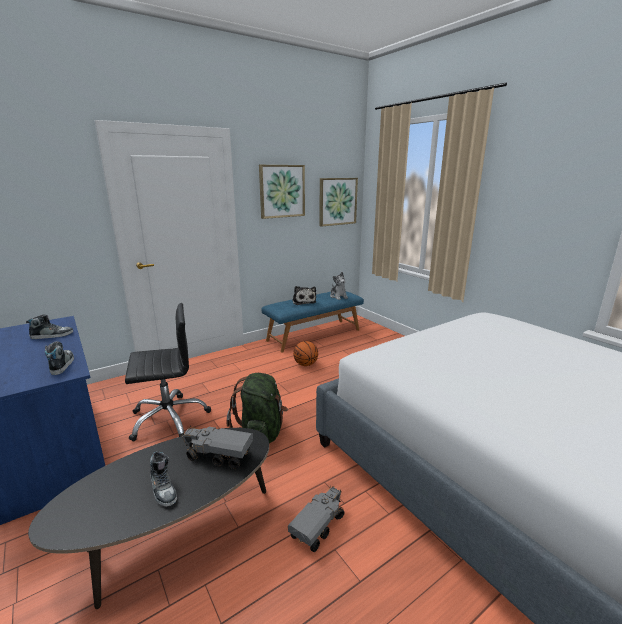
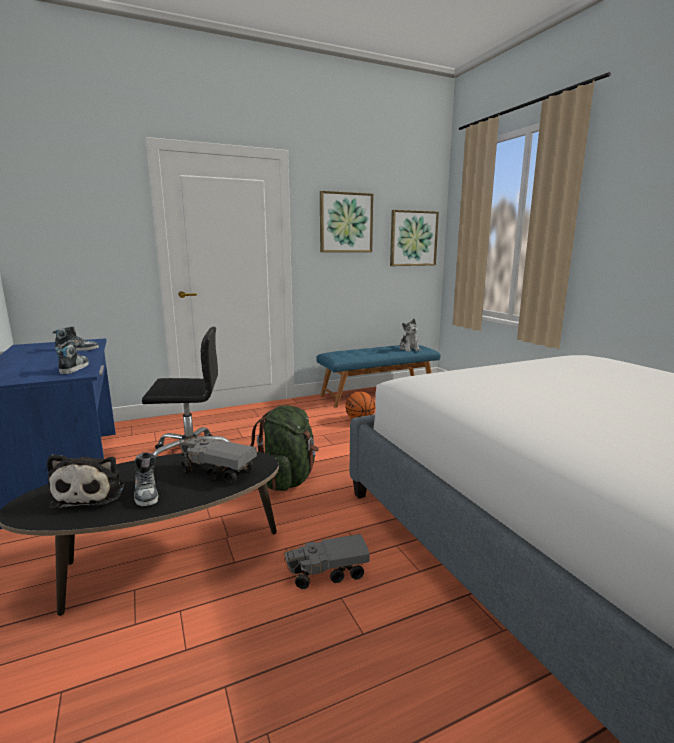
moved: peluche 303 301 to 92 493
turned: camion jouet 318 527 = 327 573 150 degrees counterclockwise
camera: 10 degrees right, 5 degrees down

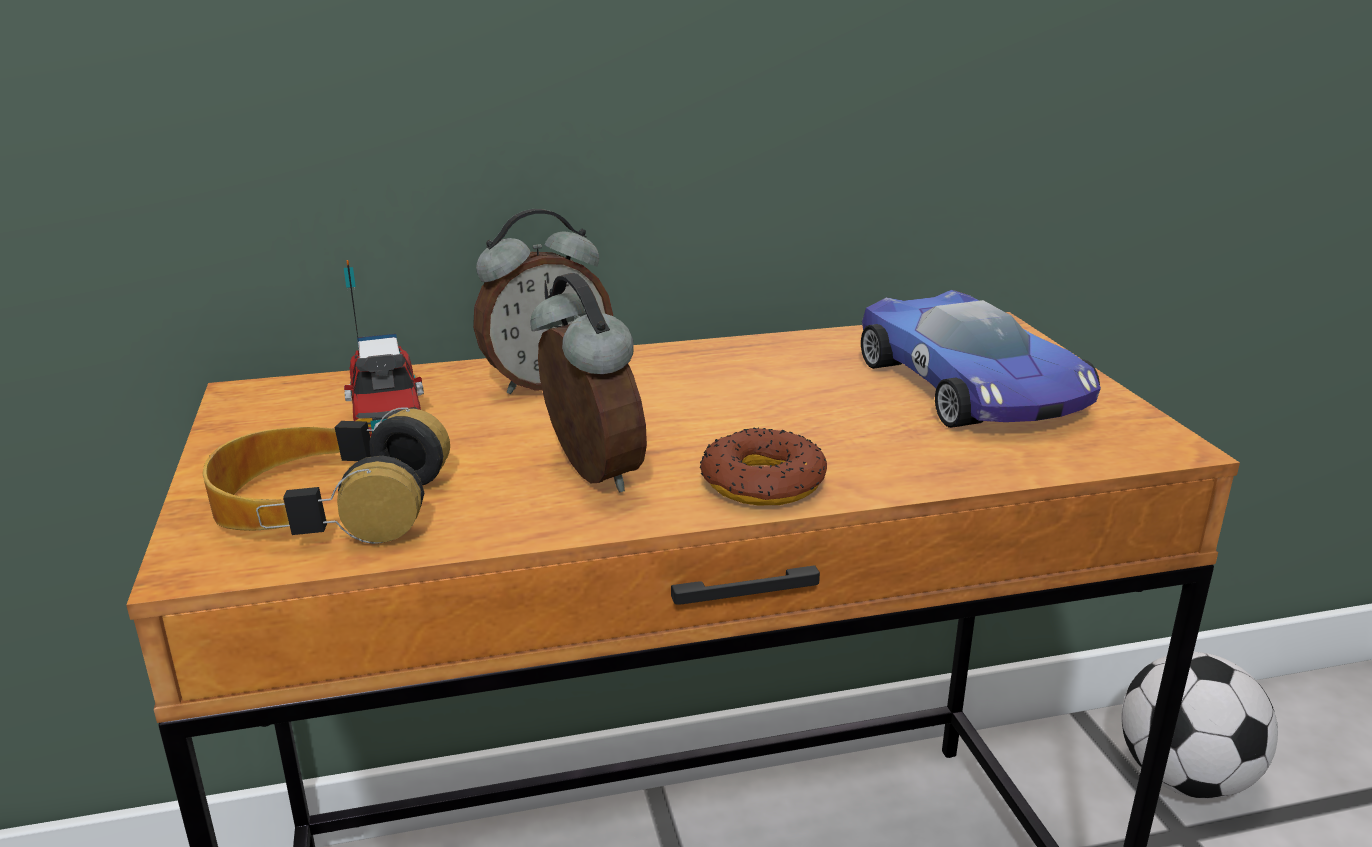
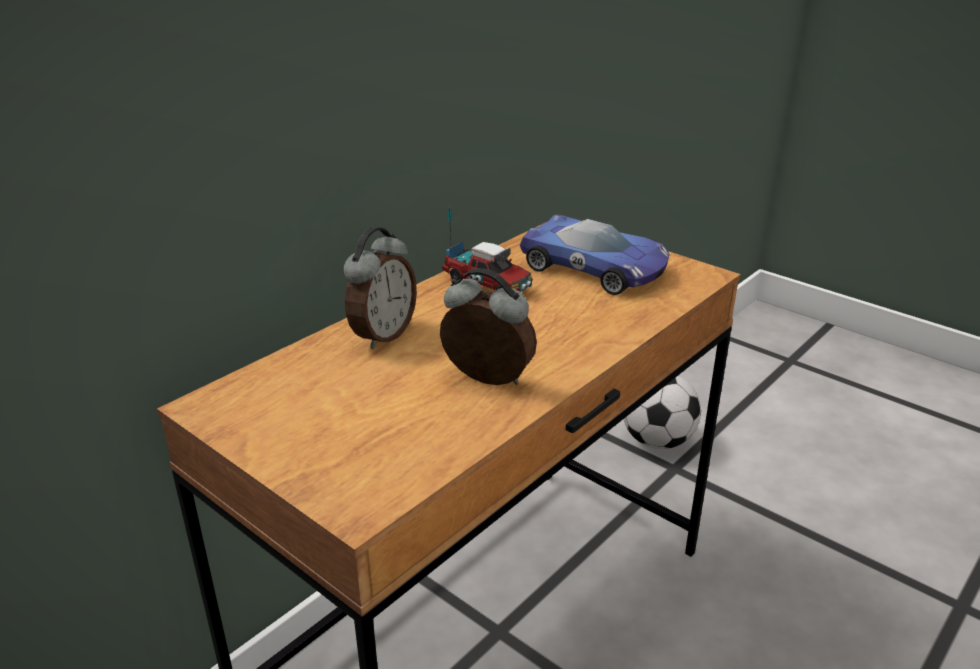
removed: casque audio 329 505; beignet 762 482
moved: camion jouet 387 413 to 488 284
camera: 35 degrees left, 5 degrees up

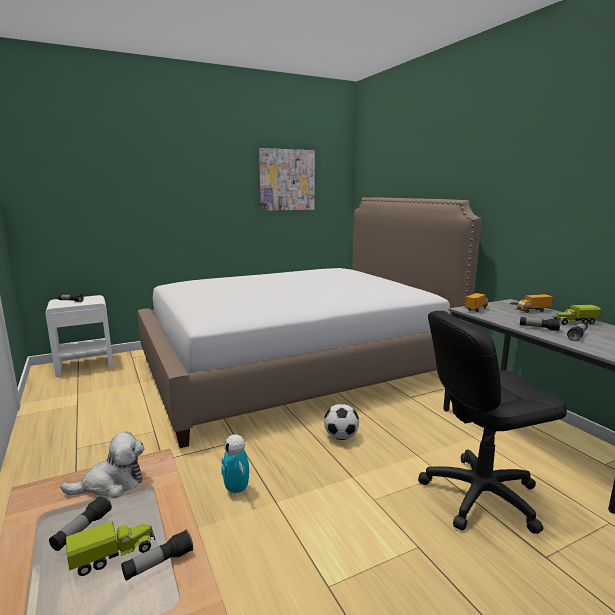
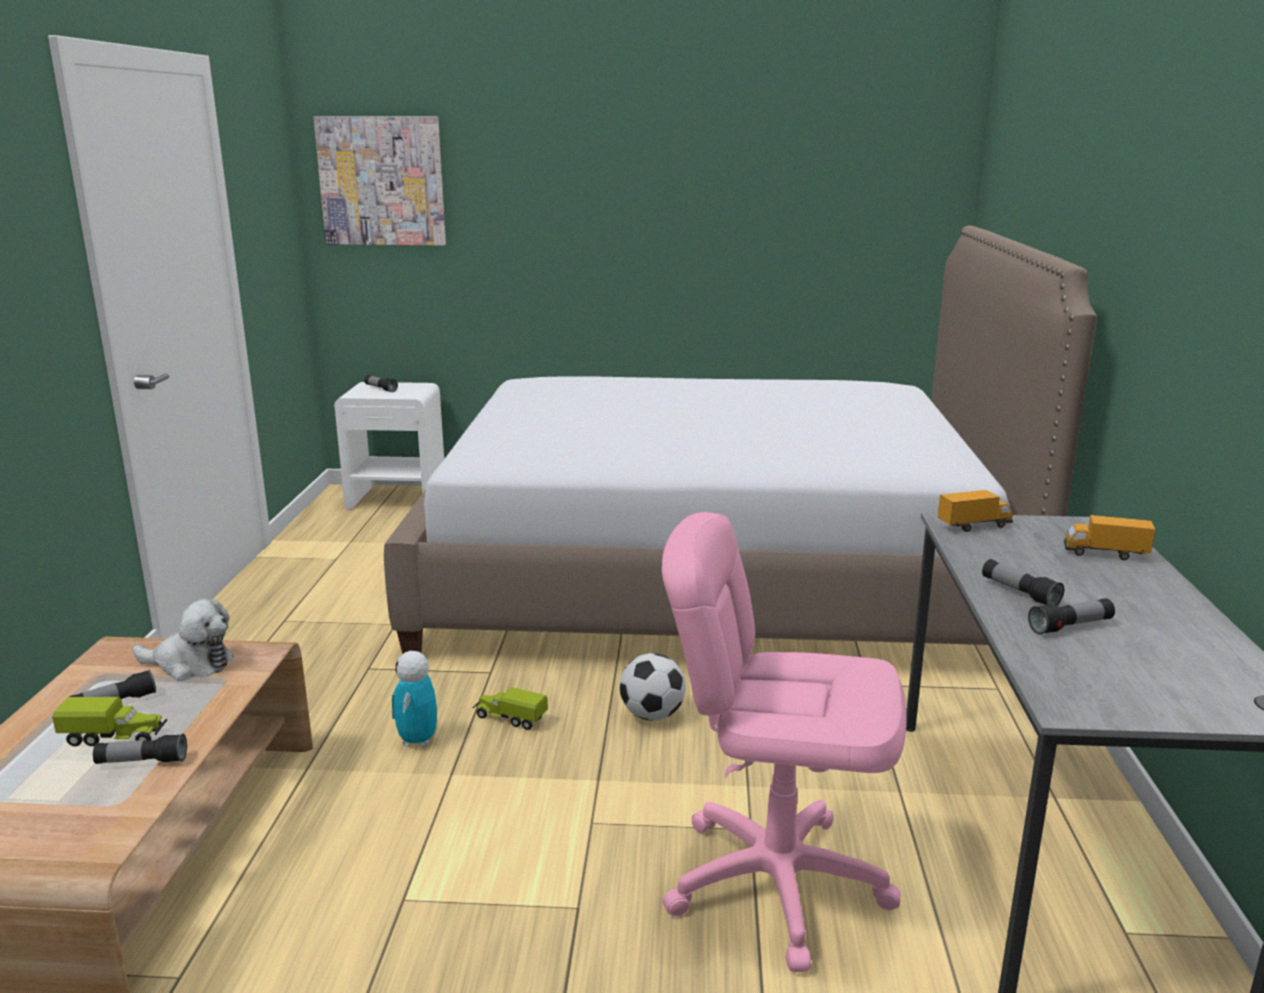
moved: tableau 287 180 to 382 181; camion jouet 574 322 to 510 718
recoloured: chaise de bureau/noir 480 495 to chaise de bureau/rose 776 882
camera: 30 degrees right, 5 degrees up

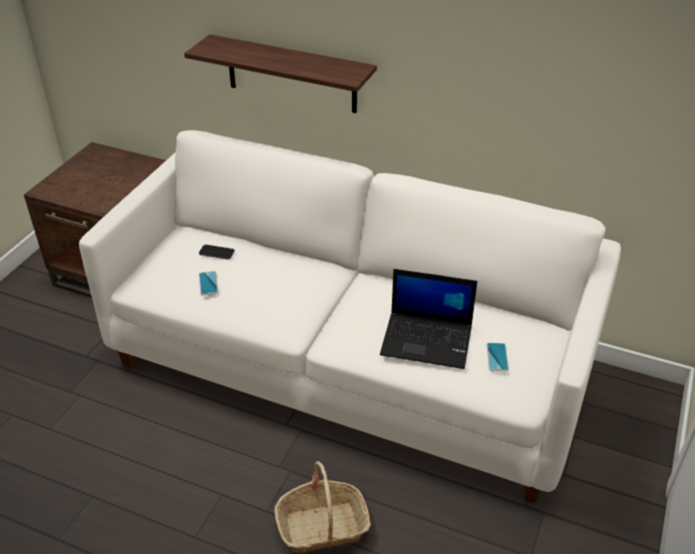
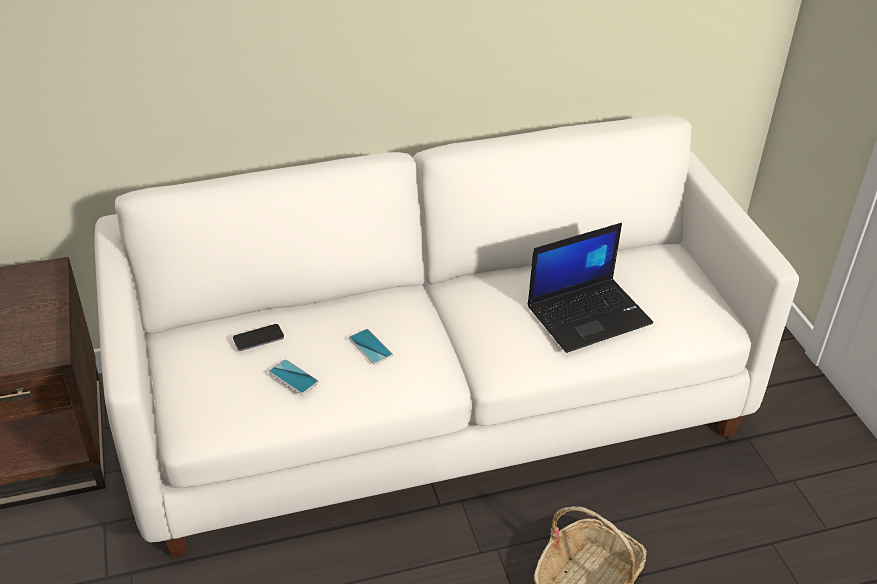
removed: étagère 291 74
moved: téléphone 497 357 to 370 347
camera: 40 degrees left, 0 degrees up

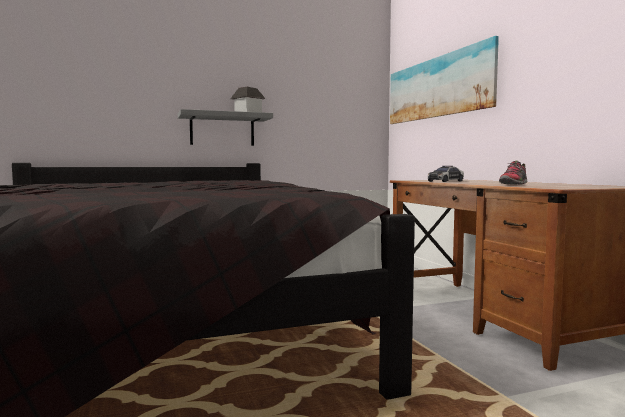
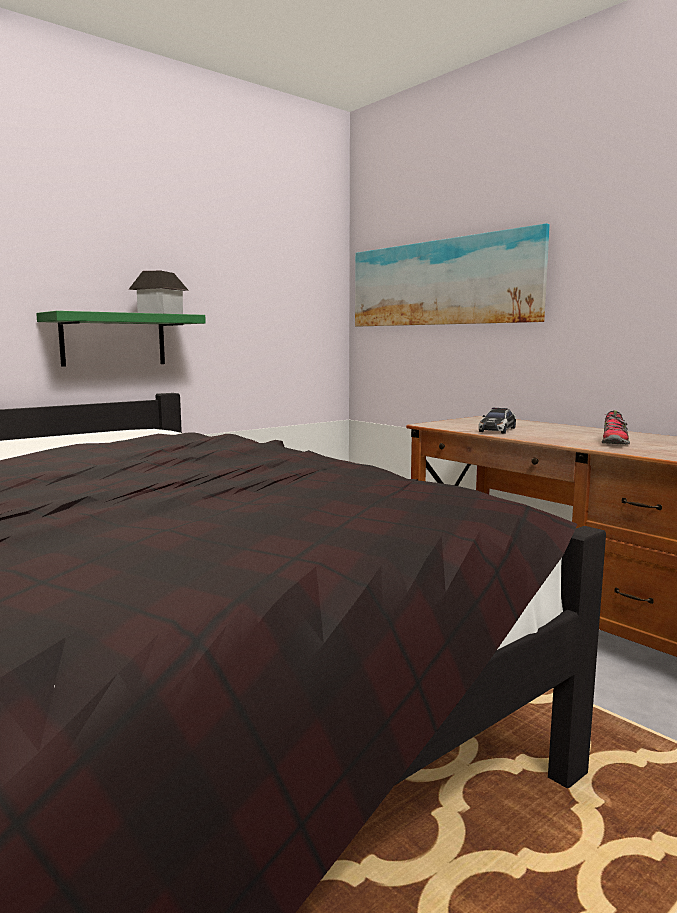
recoloured: étagère/gris 222 130 to étagère/vert 113 340
camera: 20 degrees left, 5 degrees up

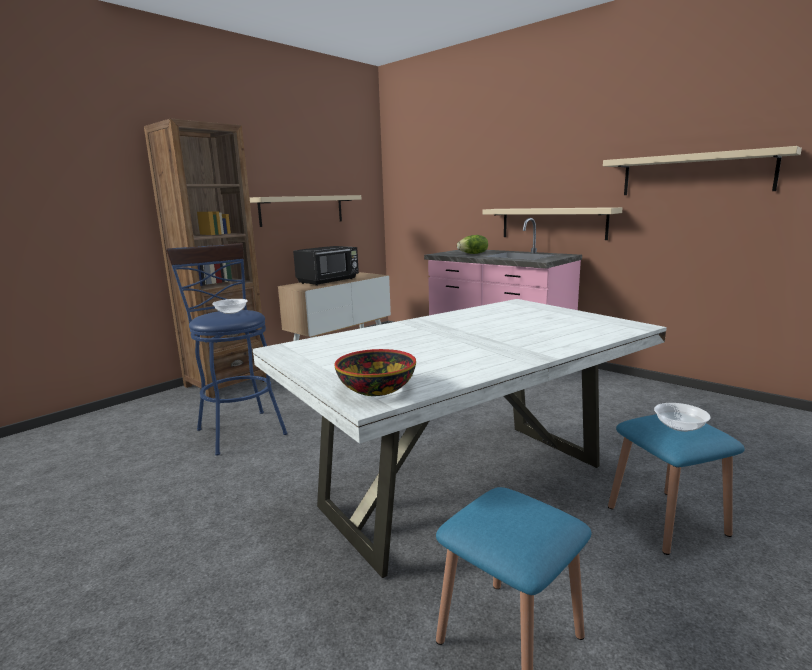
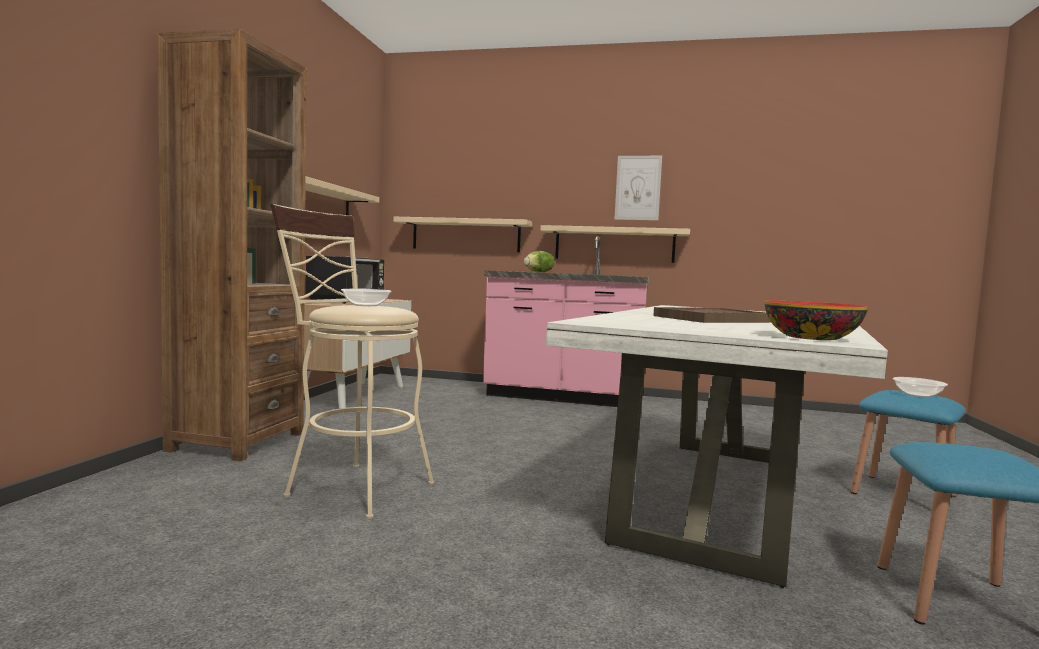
added: tableau 638 188; plateau/marron 712 319
moved: étagère/beige 695 174 to 466 235
recoloured: tabouret/bleu 238 429 to tabouret/beige 351 487
camera: 30 degrees left, 10 degrees down

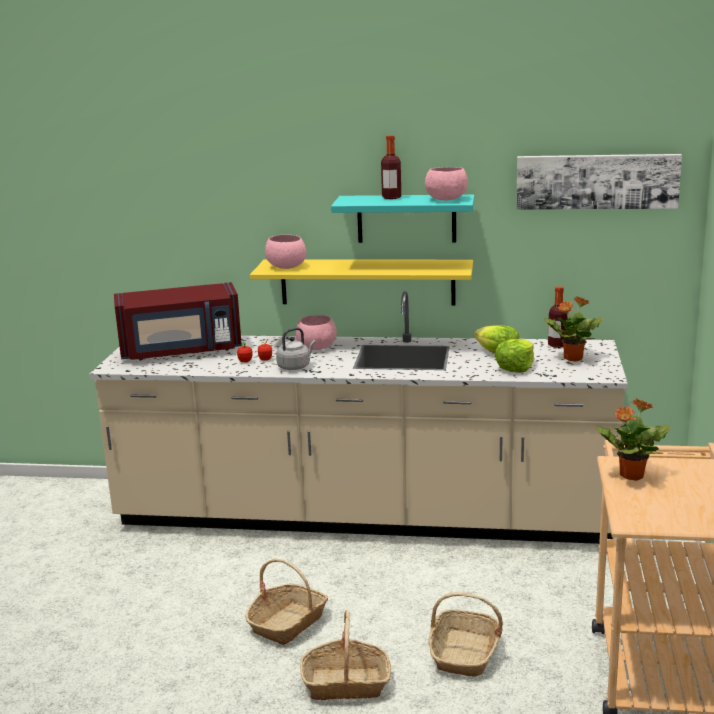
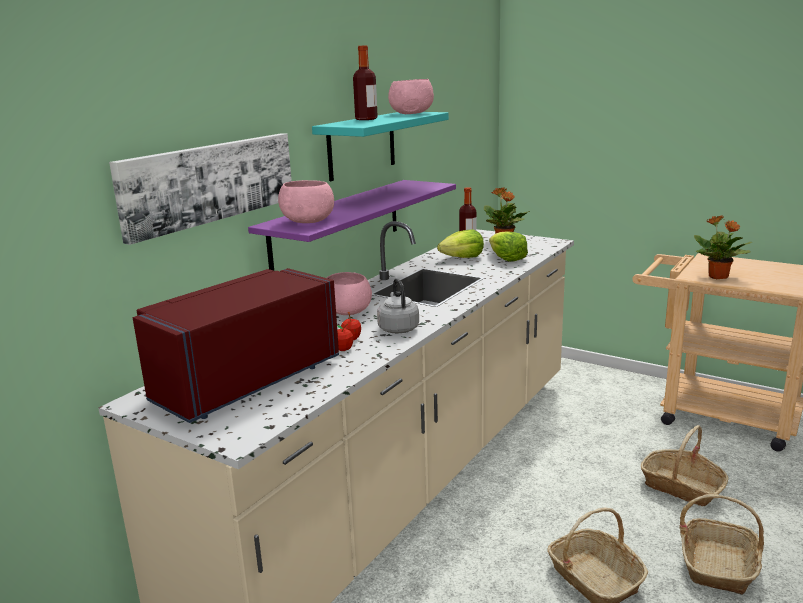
moved: tableau 596 181 to 209 182
recoloured: étagère/jaune 367 282 to étagère/violet 338 226
turned: micro-ondes/rouge 181 351 = 244 381 150 degrees counterclockwise
camera: 65 degrees left, 0 degrees up

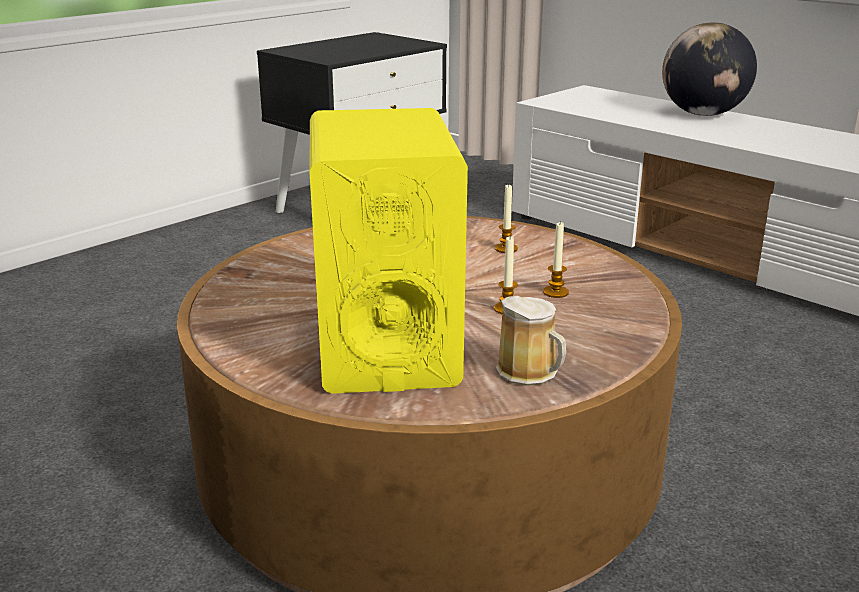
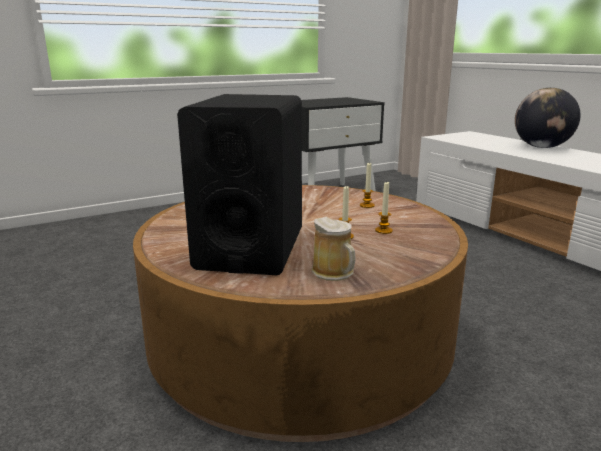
recoloured: enceinte/jaune 385 346 to enceinte/noir 251 248
camera: 15 degrees right, 5 degrees down

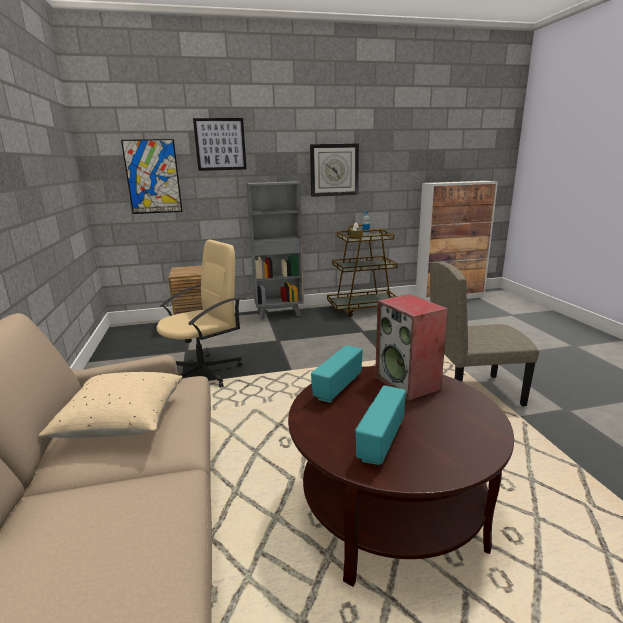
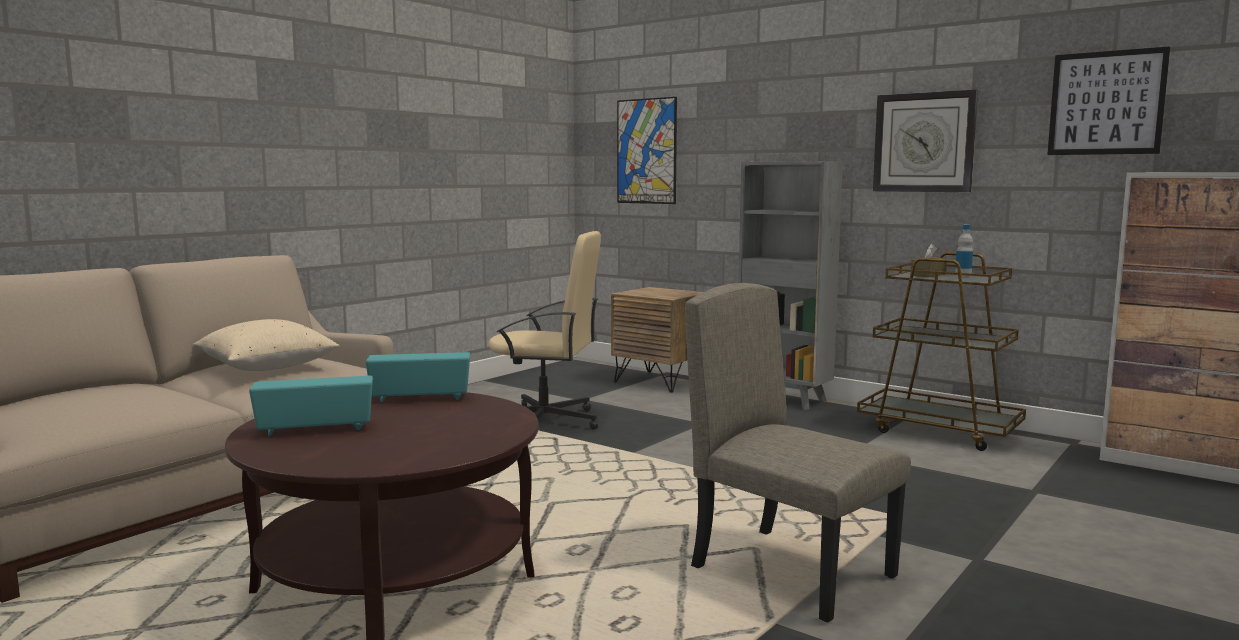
removed: enceinte 408 383
moved: tableau 220 144 to 1106 103
camera: 50 degrees right, 10 degrees down

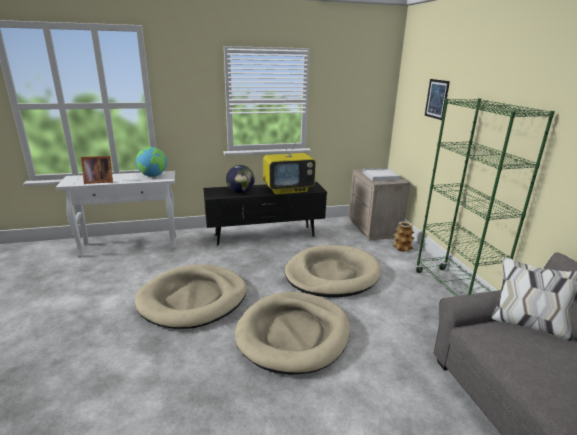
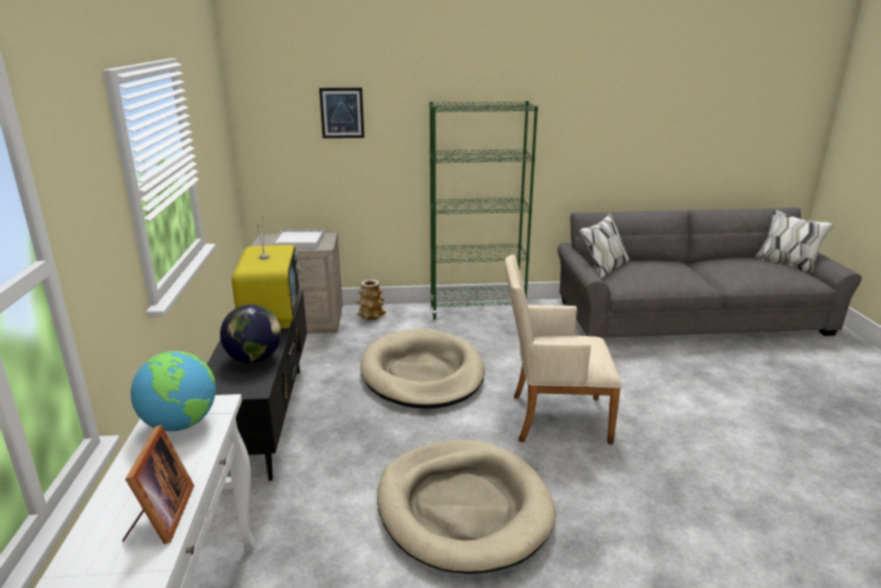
replaced: panier pour chien/beige 293 334 to fauteuil/beige 552 418
camera: 80 degrees left, 0 degrees up

